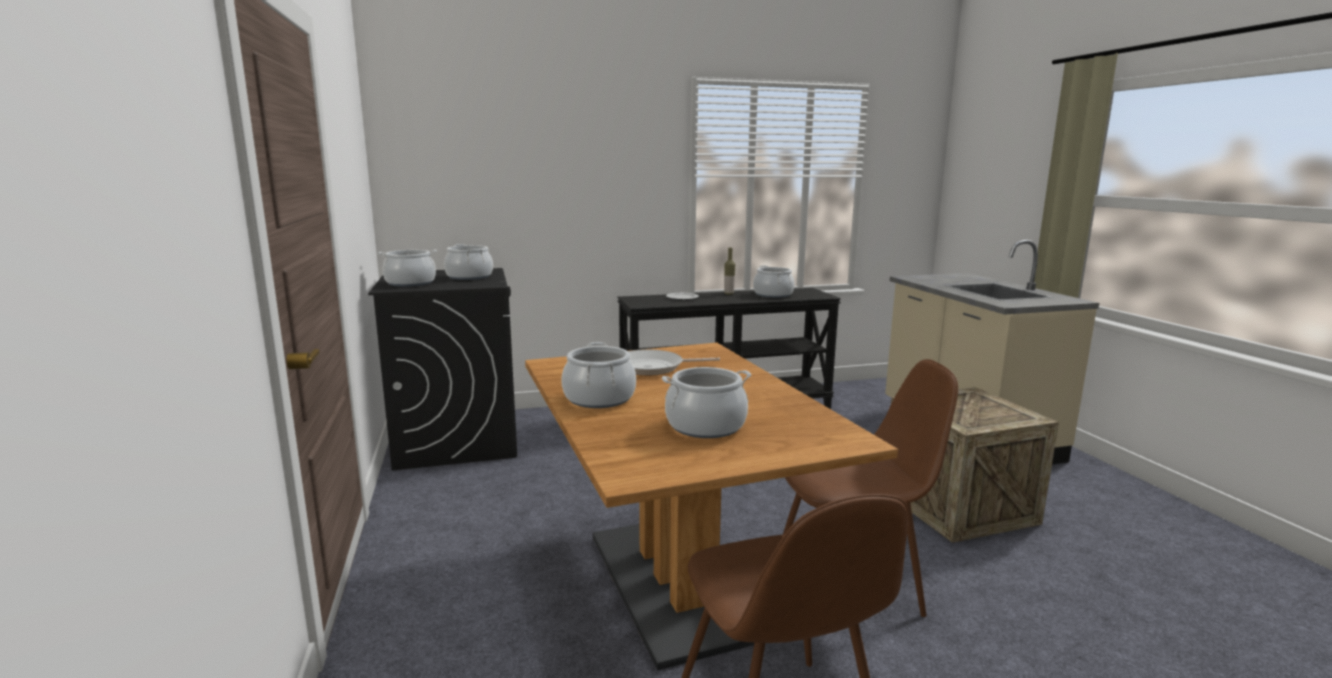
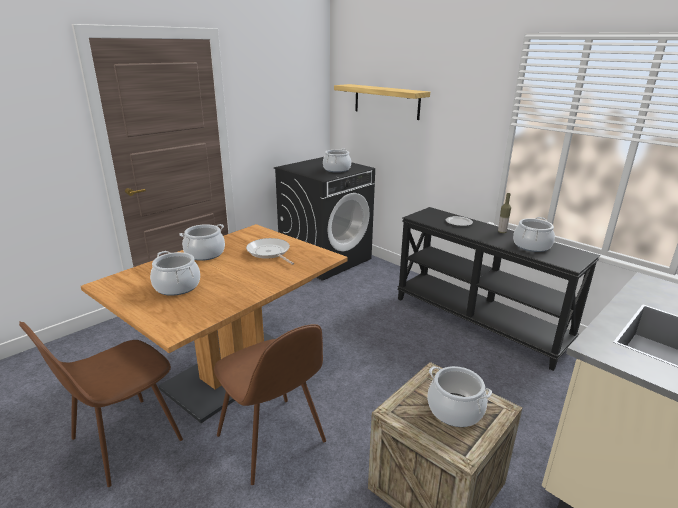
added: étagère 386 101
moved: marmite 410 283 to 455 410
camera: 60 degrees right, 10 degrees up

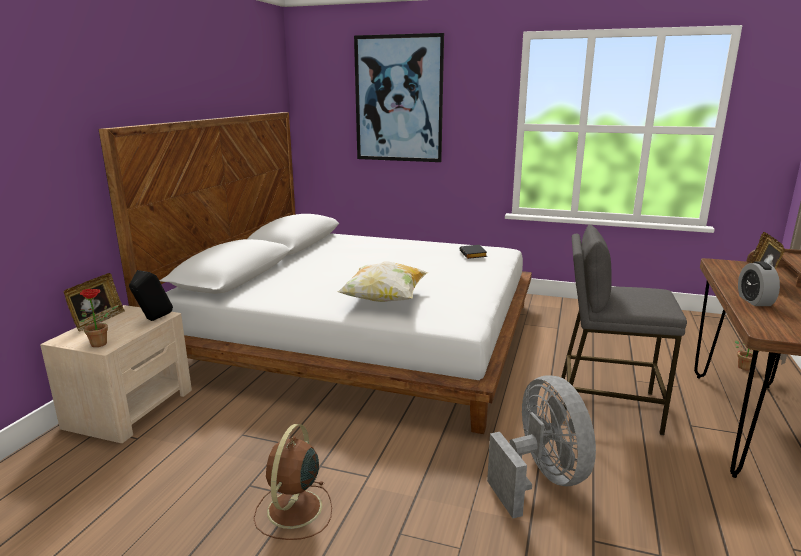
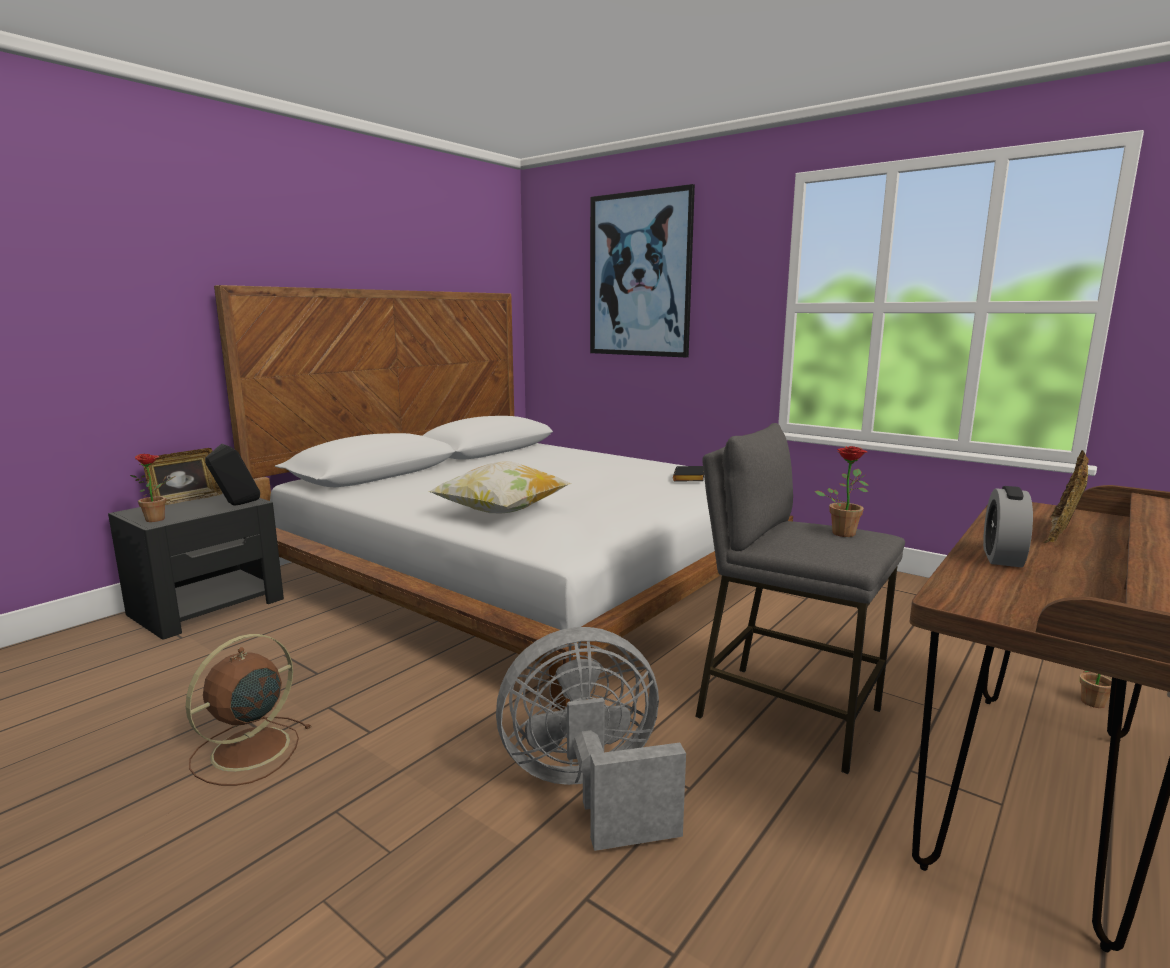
added: plante en pot 843 532
recoloured: table de chevet/beige 130 408 to table de chevet/noir 208 606
turned: ventilateur/gris 540 479 = 589 790 105 degrees counterclockwise
camera: 20 degrees right, 5 degrees down

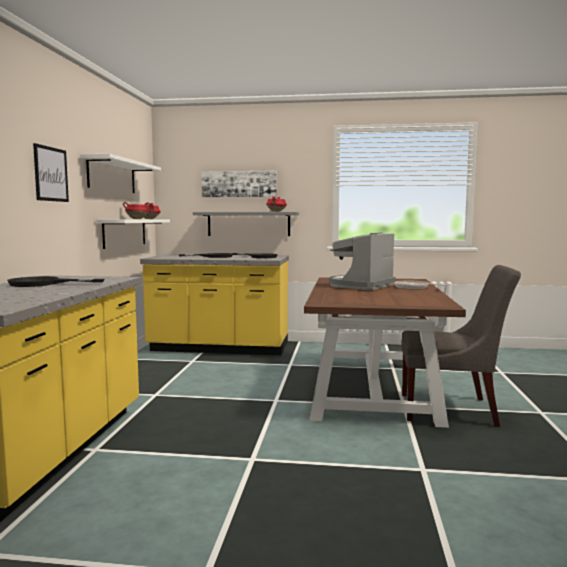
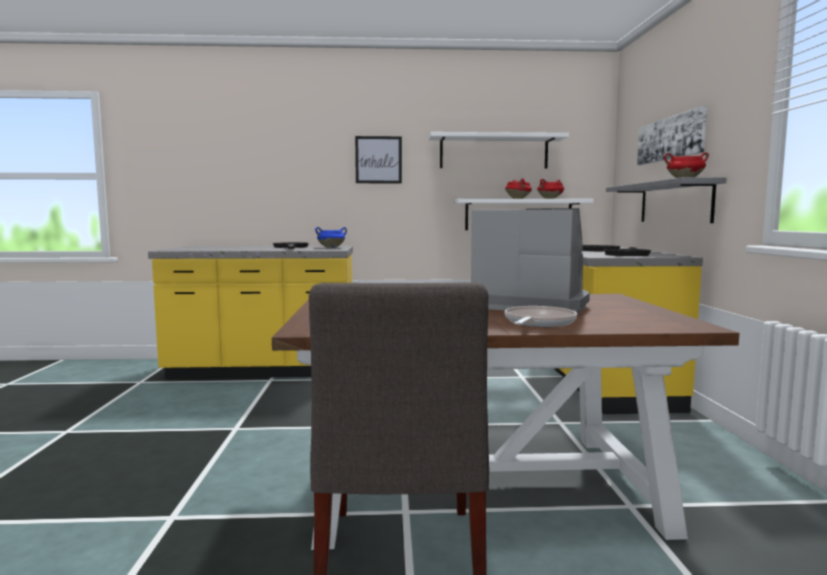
added: marmite/bleu 331 248
camera: 80 degrees right, 0 degrees up

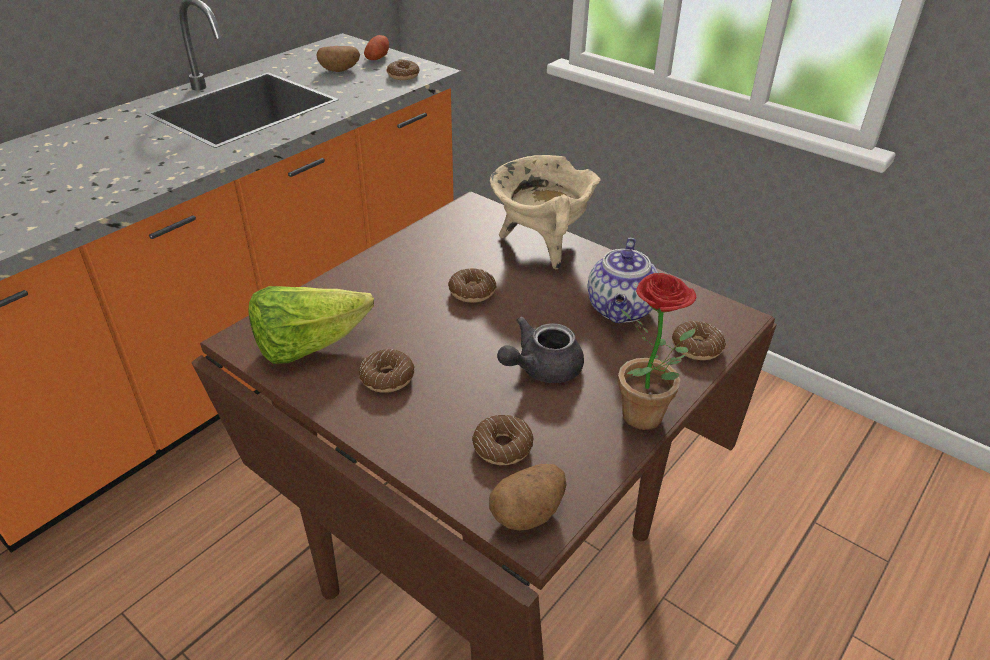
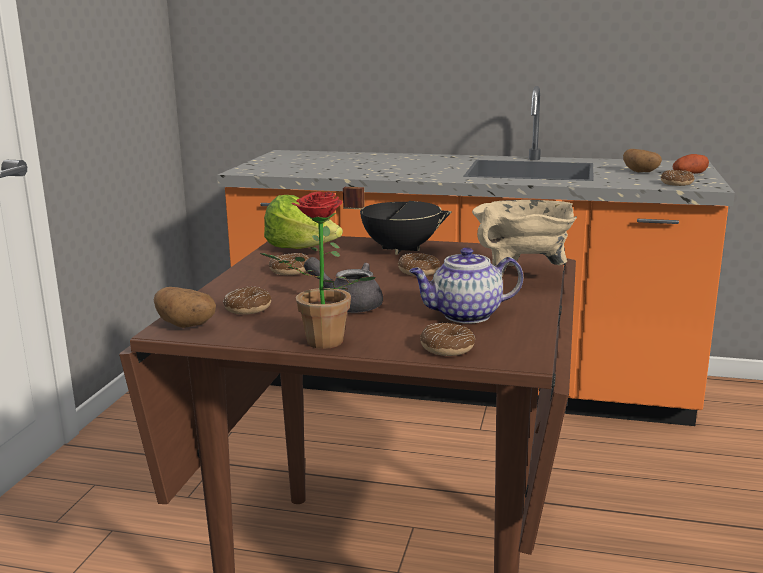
added: marmite/noir 400 249
camera: 65 degrees right, 20 degrees down

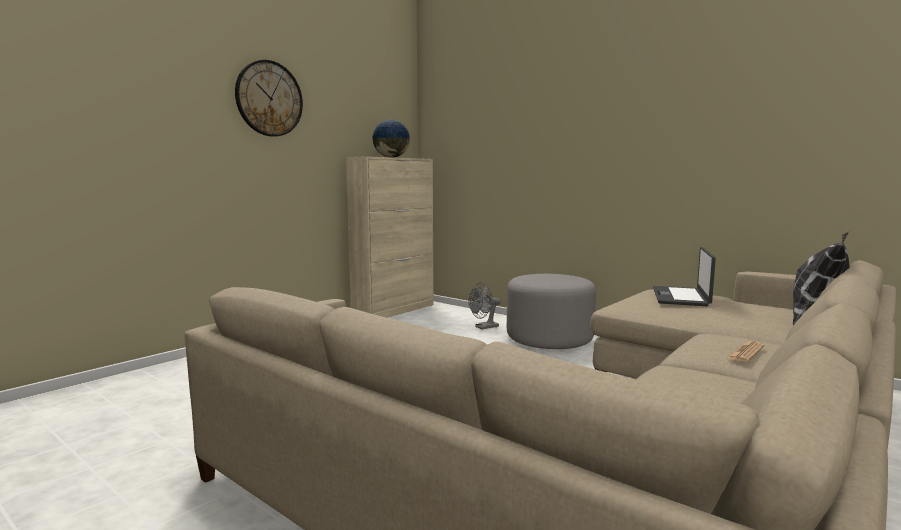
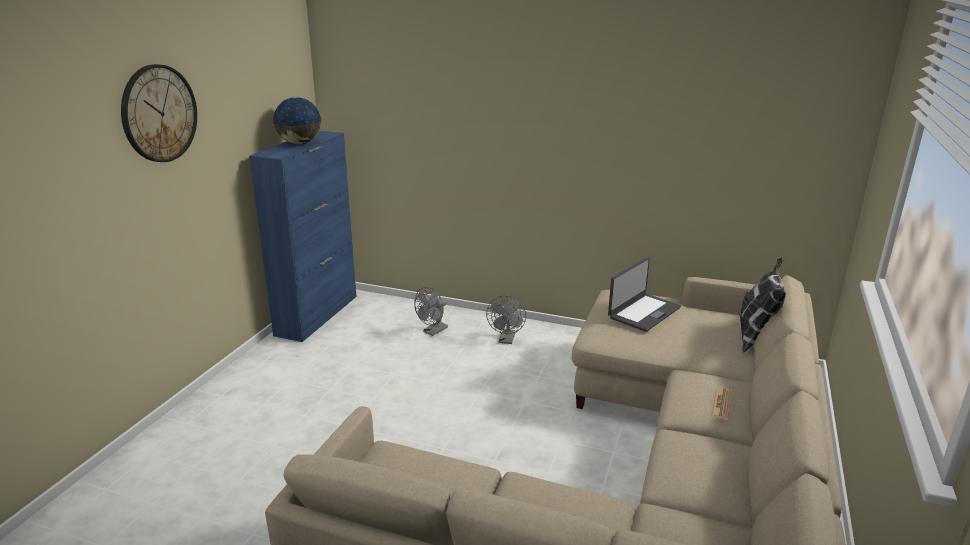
replaced: pouf/gris 549 338 to ventilateur/gris 506 340
recoloured: meuble de rangement/beige 394 310 to meuble de rangement/bleu 317 315
turned: ordinateur portable 681 297 = 643 312 135 degrees counterclockwise
camera: 20 degrees left, 15 degrees up

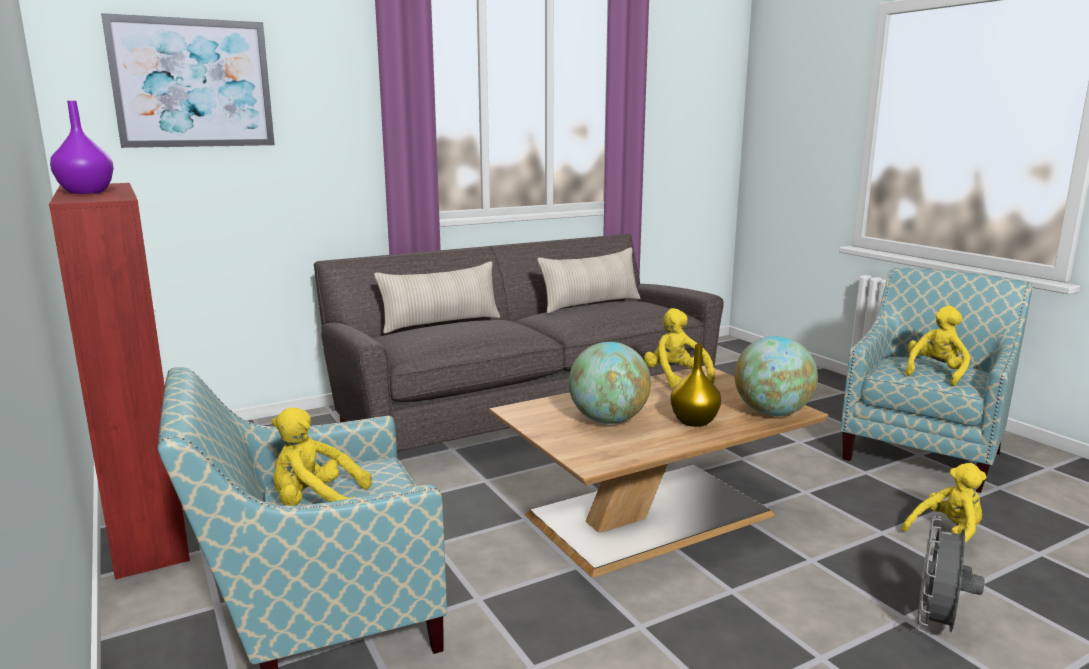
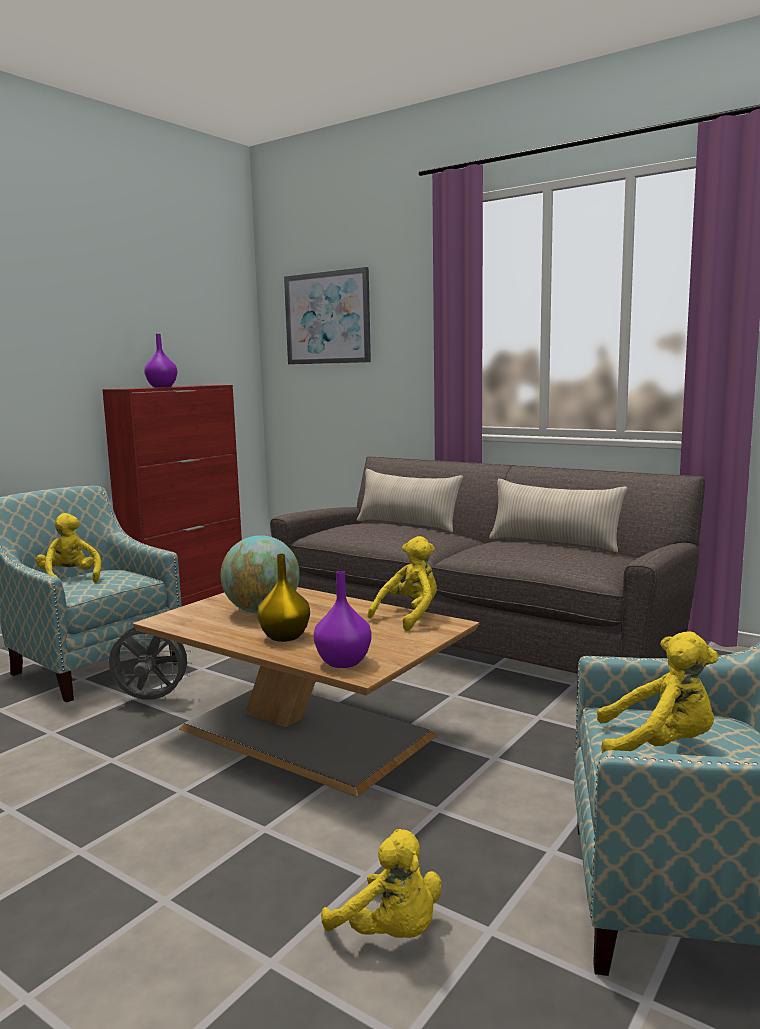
moved: ventilateur/gris 937 626 to 151 701
replaced: globe 772 413 to vase/violet 342 662
camera: 65 degrees right, 5 degrees down

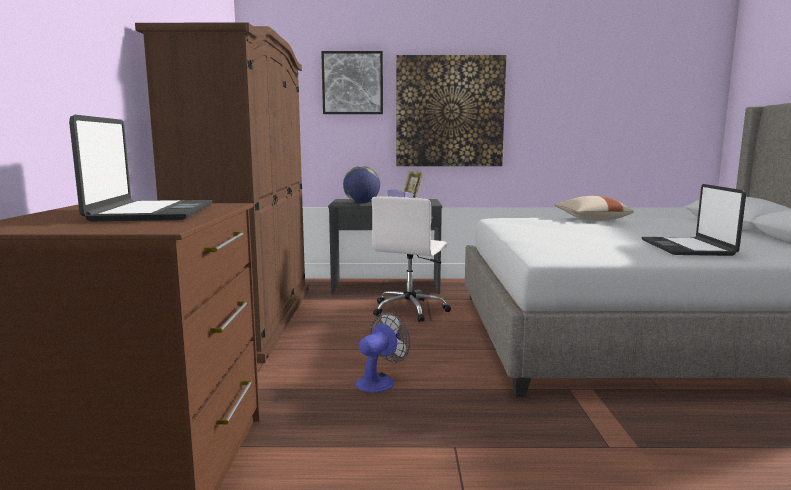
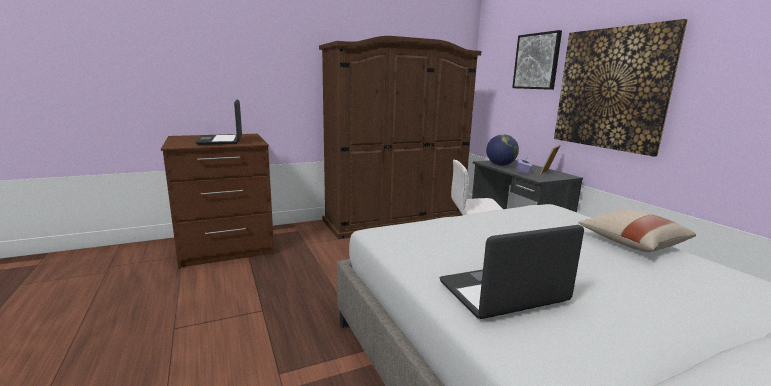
removed: ventilateur 380 381
turned: ordinateur portable 151 213 = 221 140 105 degrees clockwise
camera: 65 degrees right, 5 degrees up

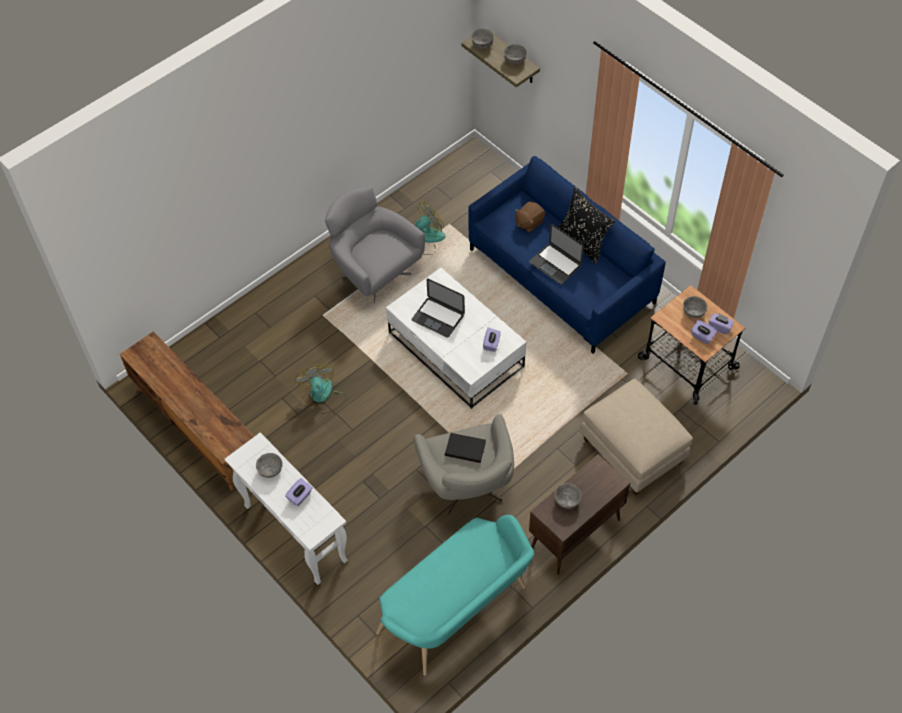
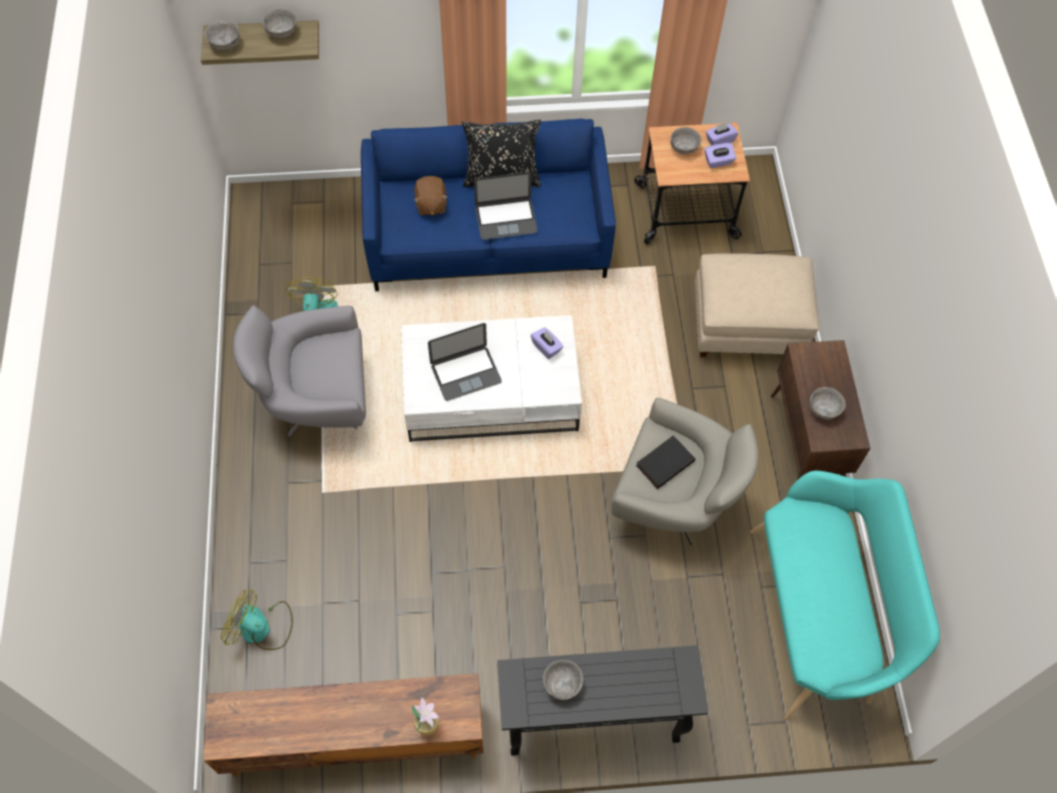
removed: boîte à mouchoirs/violet 300 496
added: plante en pot 427 724
moved: ventilateur 323 396 to 262 628
recoloured: table console/blanc 294 533 to table console/noir 591 722
camera: 55 degrees left, 5 degrees up

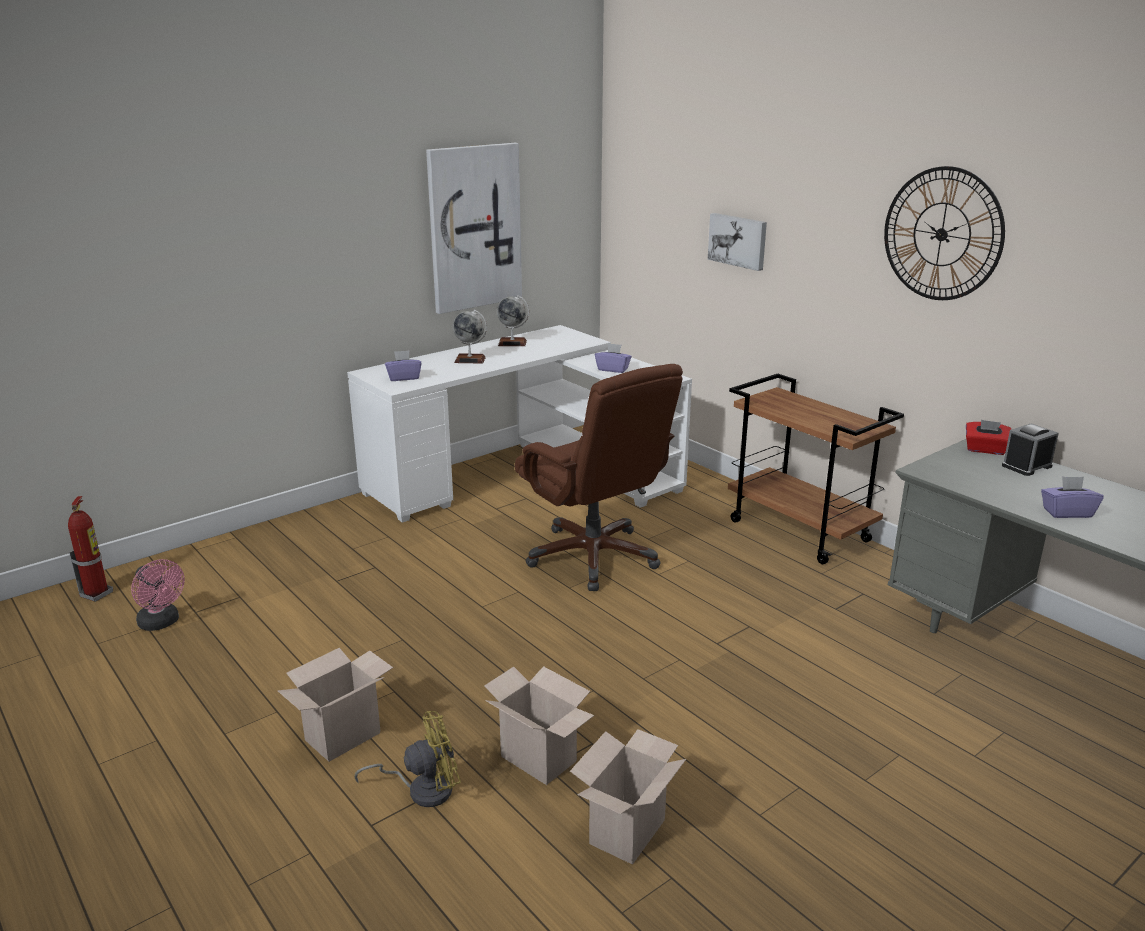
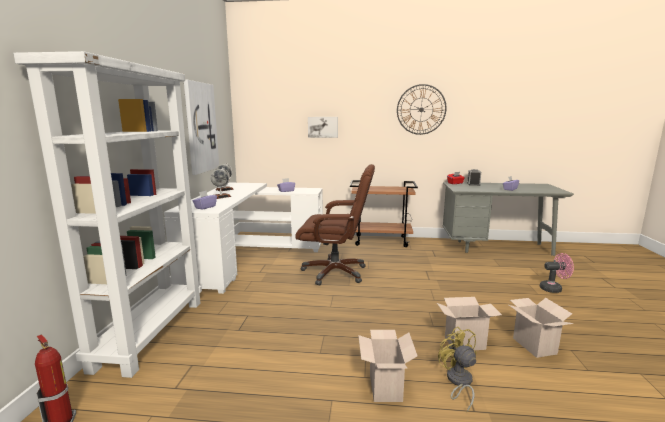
added: bibliothèque/blanc 151 332
moved: ventilateur/rose 162 623 to 553 288
turned: ventilateur/jaune 422 789 = 458 382 45 degrees counterclockwise
camera: 45 degrees left, 10 degrees down

